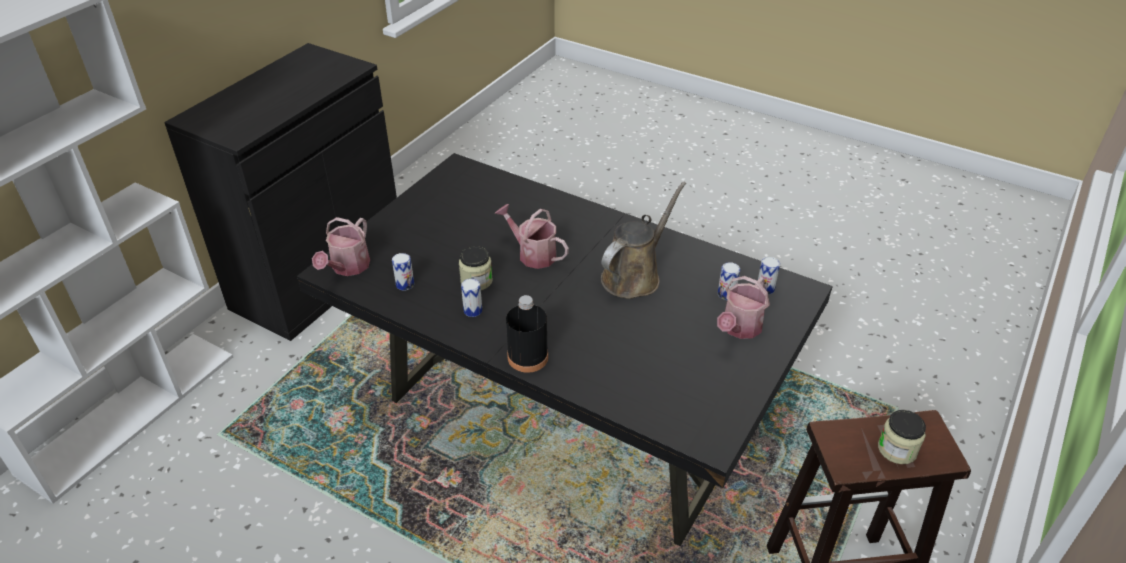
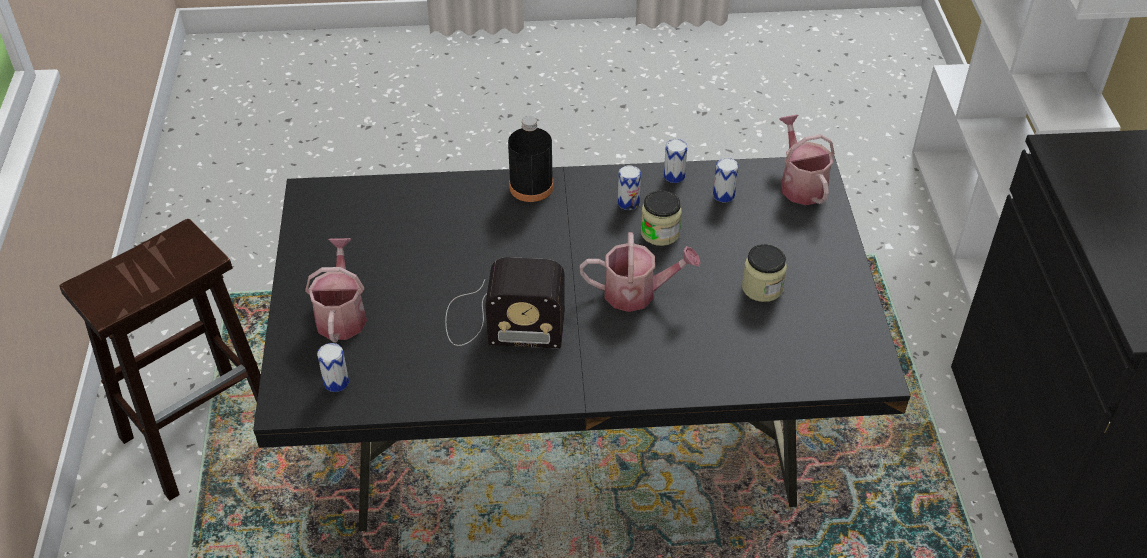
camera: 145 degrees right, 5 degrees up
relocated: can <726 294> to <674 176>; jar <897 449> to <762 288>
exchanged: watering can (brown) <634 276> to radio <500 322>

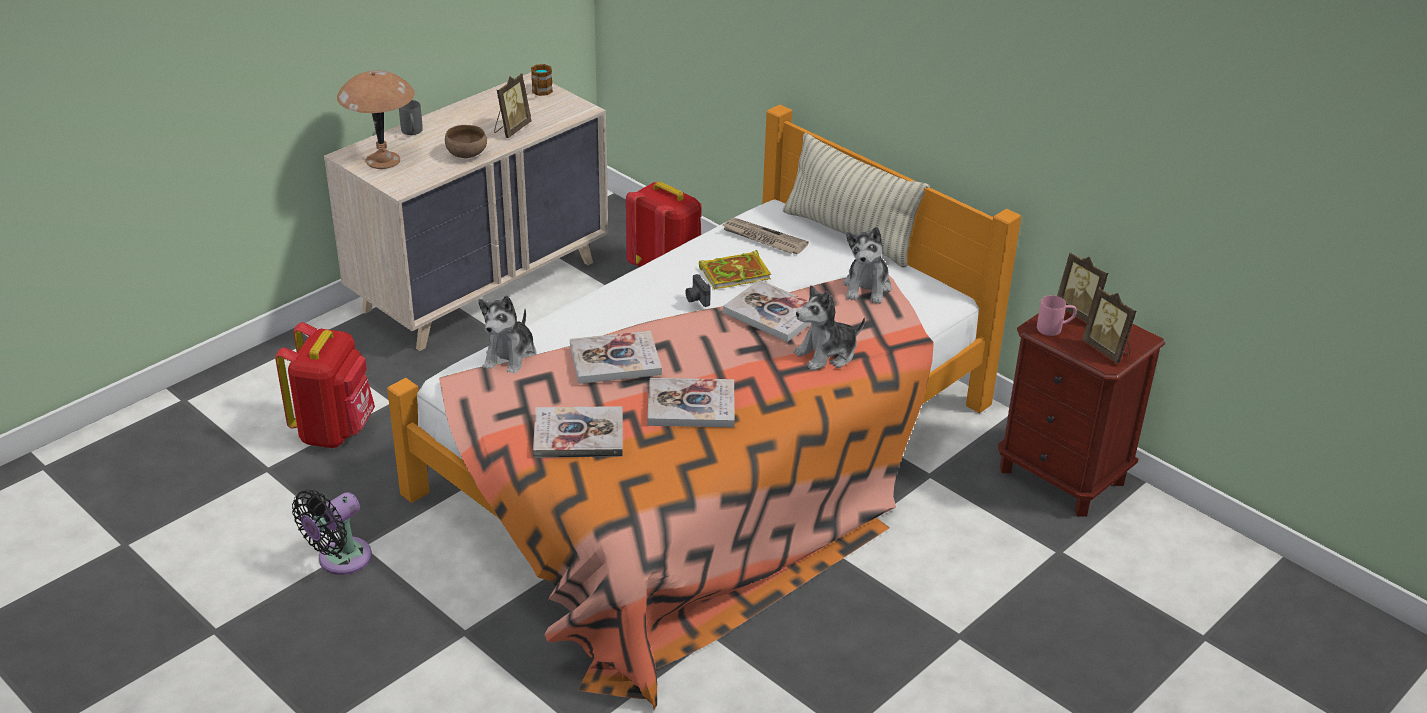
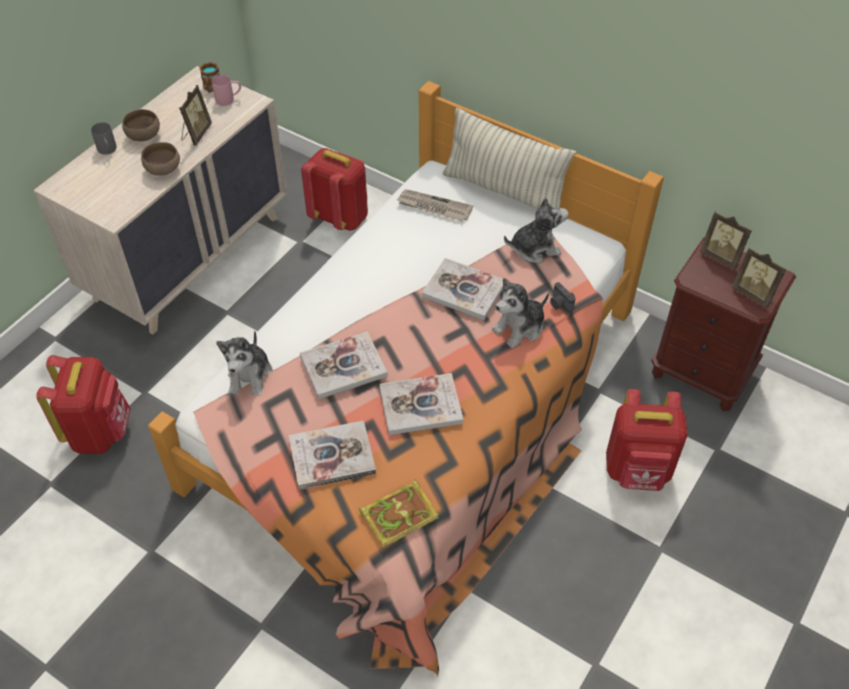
camera: 10 degrees left, 15 degrees up
missing: fan (black) <340 560>; table lamp (brown) <383 160>
appeared: bowl (brown) <143 135>; backpack (red) <638 471>
relocated: photo camera <696 299> to <559 304>; book <736 273> to <400 514>; mug (pink) <1054 329> to <229 99>
spun: plush toy <867 287> = <534 248> 105 degrees counterclockwise

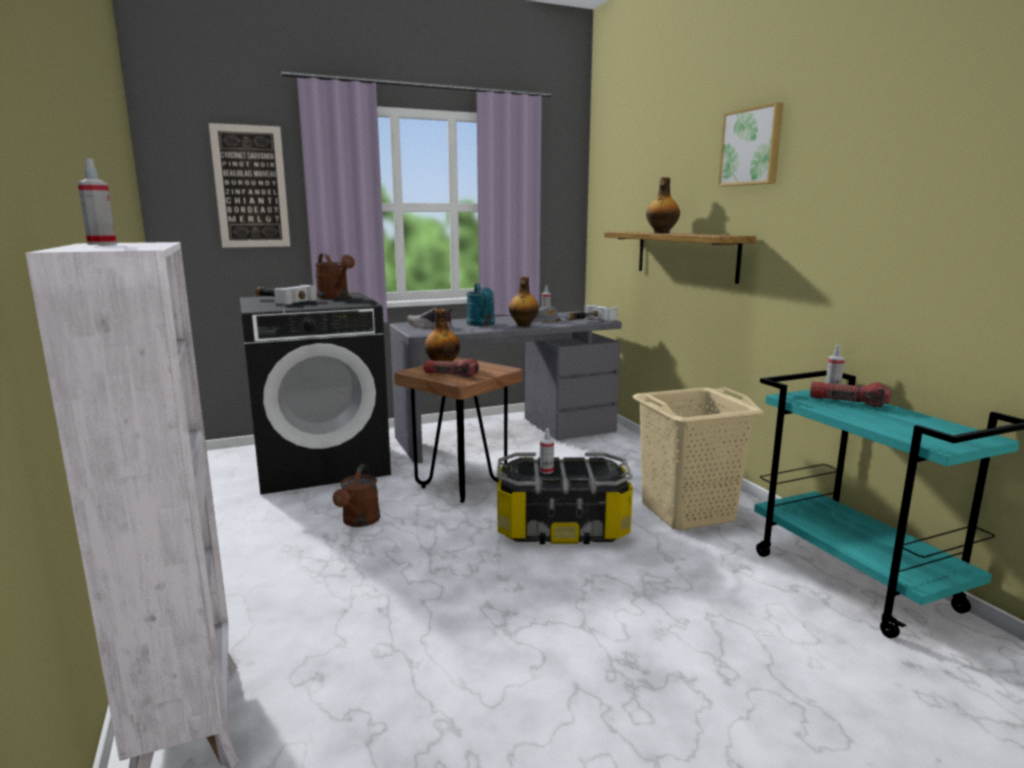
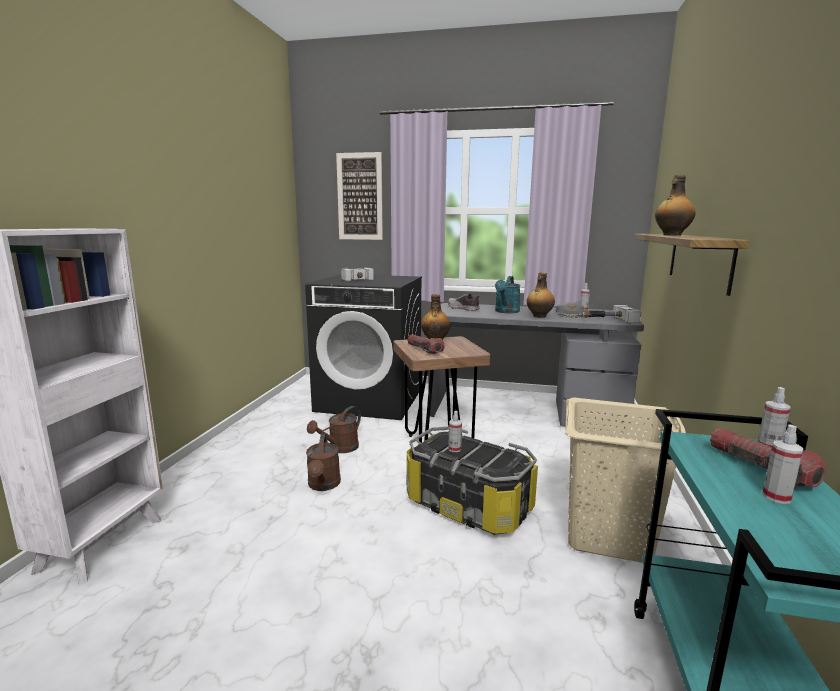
camera: 35 degrees right, 0 degrees up
missing: picture <752 147>
relocated: spray bottle <102 244> to <776 497>; watering can (brown) <336 297> to <323 485>

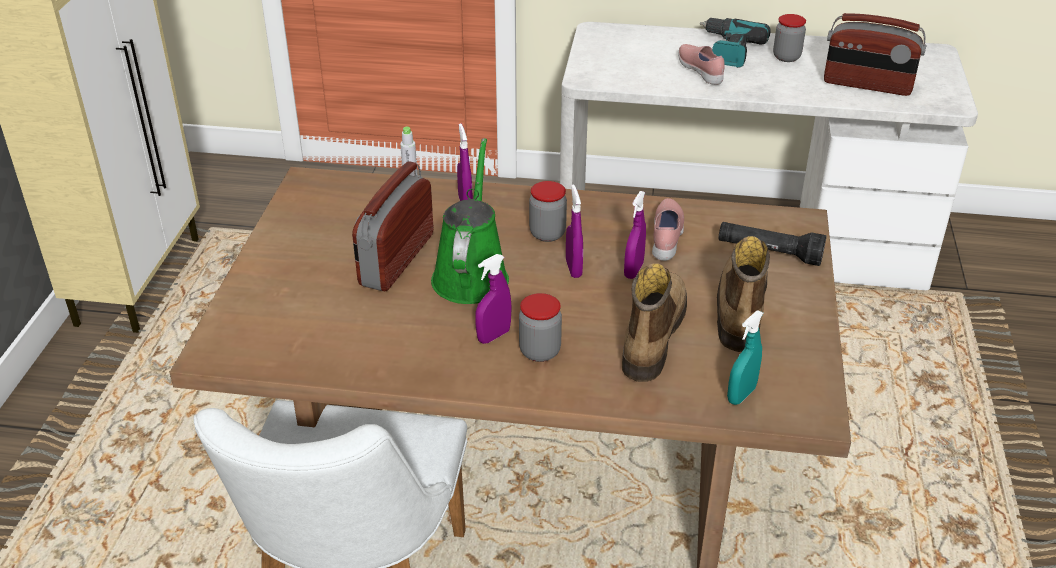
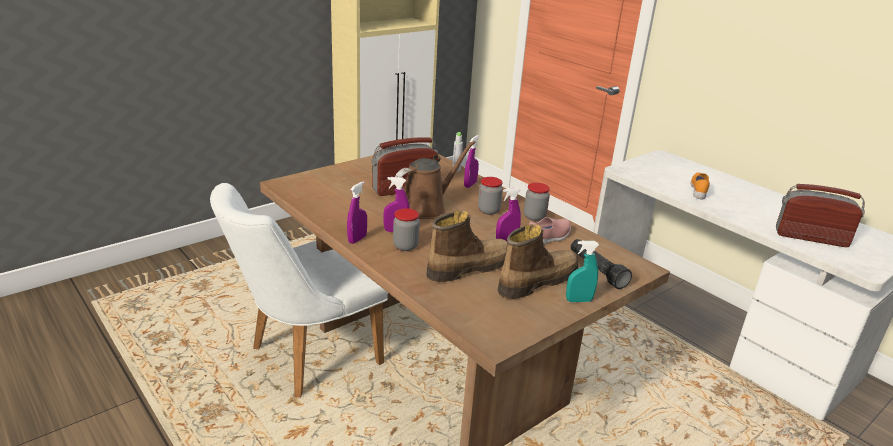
camera: 40 degrees right, 10 degrees down
missing: power drill <728 50>
relocated: spray bottle (purple) <573 269> to <357 239>; spray bottle (turquoise) <741 395> to <578 300>; jar <786 57> to <534 216>
colour: watering can (green) <471 274> to watering can (brown) <426 208>; shoe (pink) <701 72> to shoe (orange) <699 191>
spun: radio <867 85> = <810 237> 135 degrees clockwise

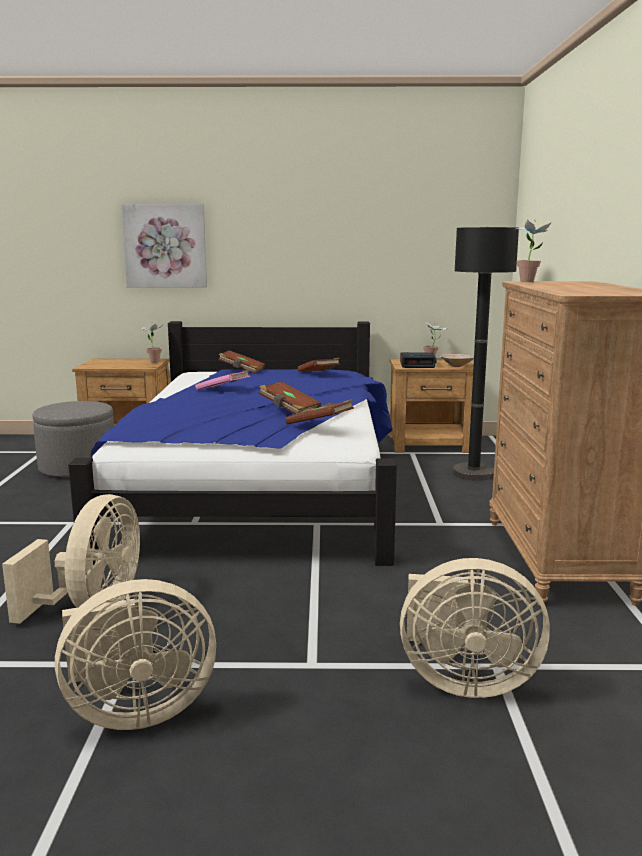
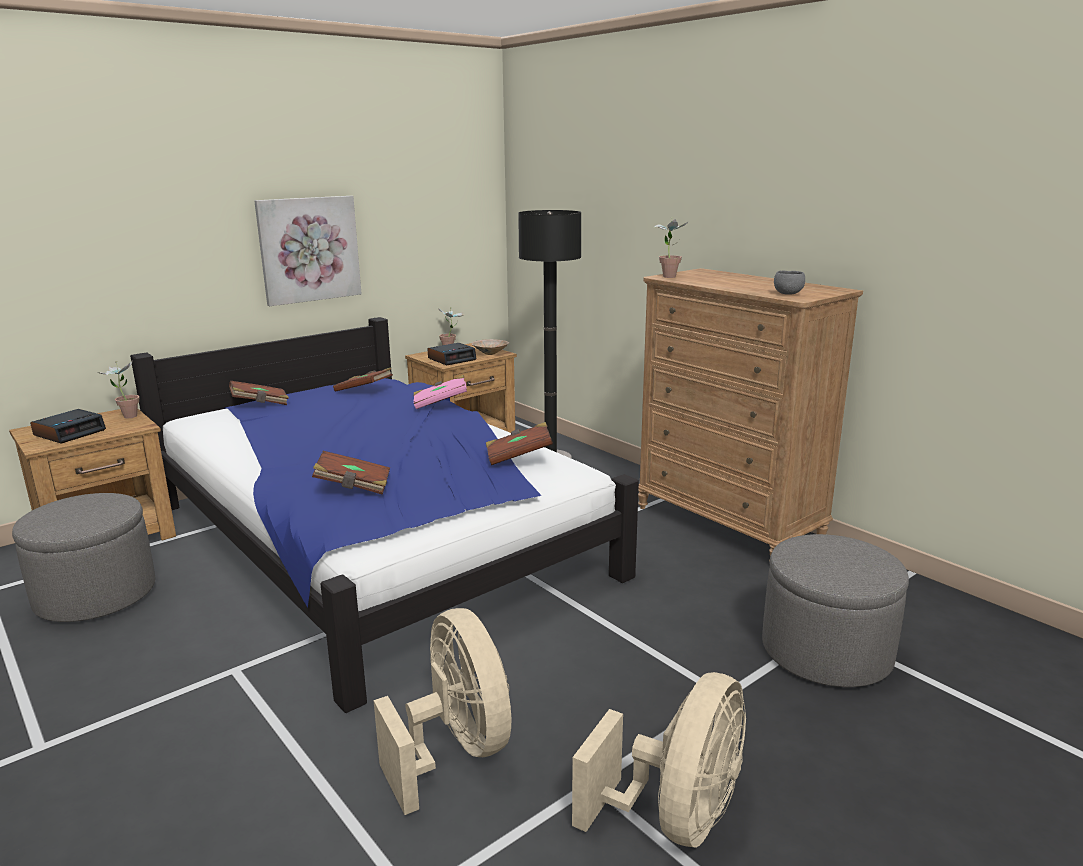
camera: 40 degrees left, 5 degrees up
appeared: alarm clock <70 432>; bowl (grey) <788 294>
relocated: picture <165 246> to <309 249>; book (pink) <223 390> to <440 403>; book (brown) <289 409> to <353 487>
exchanged: fan (beige) <463 680> to ottoman (grey) <826 651>

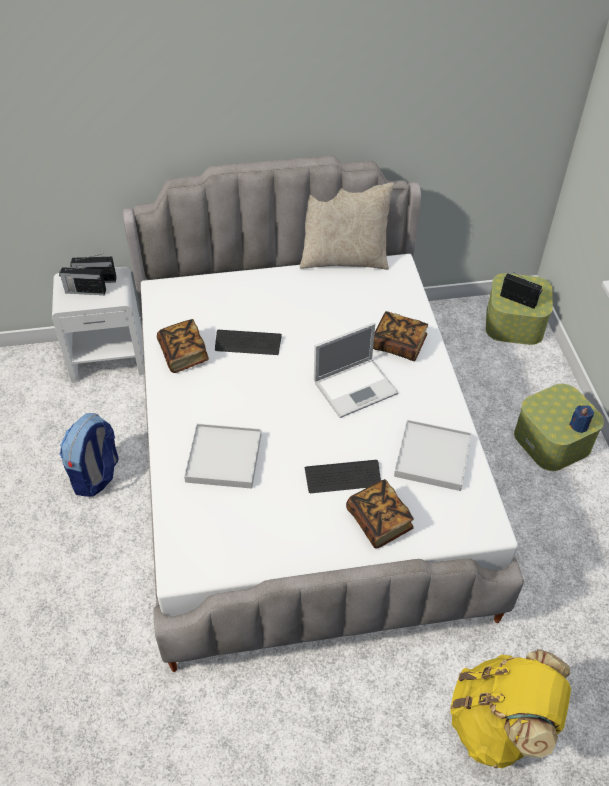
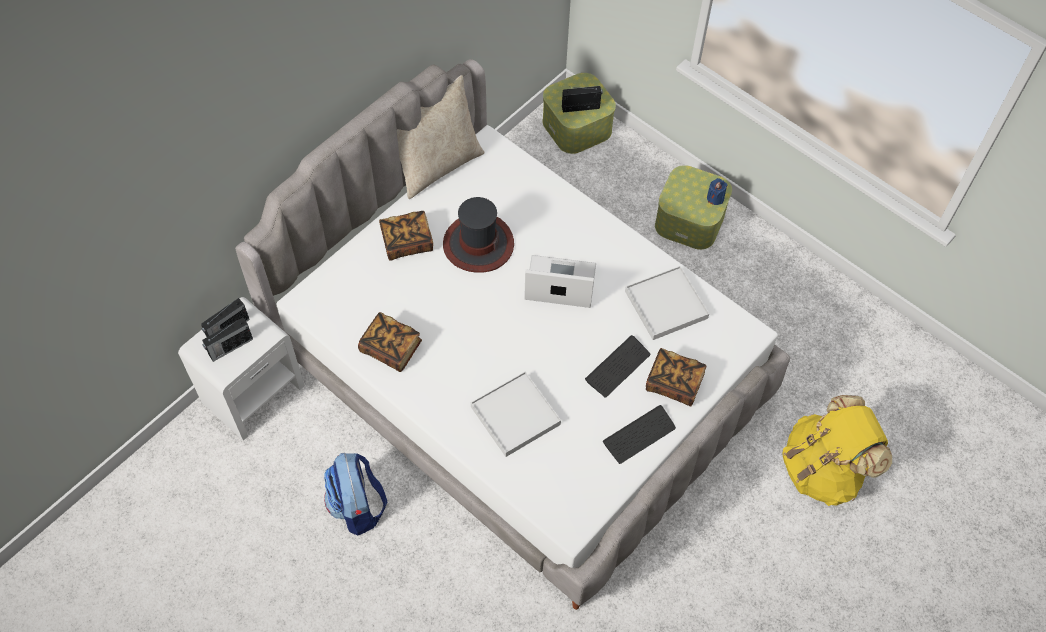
camera: 40 degrees left, 10 degrees up
appeared: hat <478 244>
relocated: keyboard <248 343> to <639 435>; book <399 345> to <407 242>
spun: laptop <356 387> = <558 283> 105 degrees counterclockwise

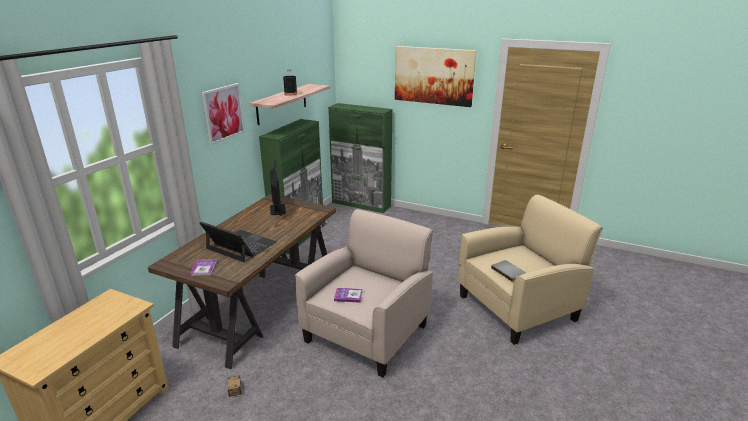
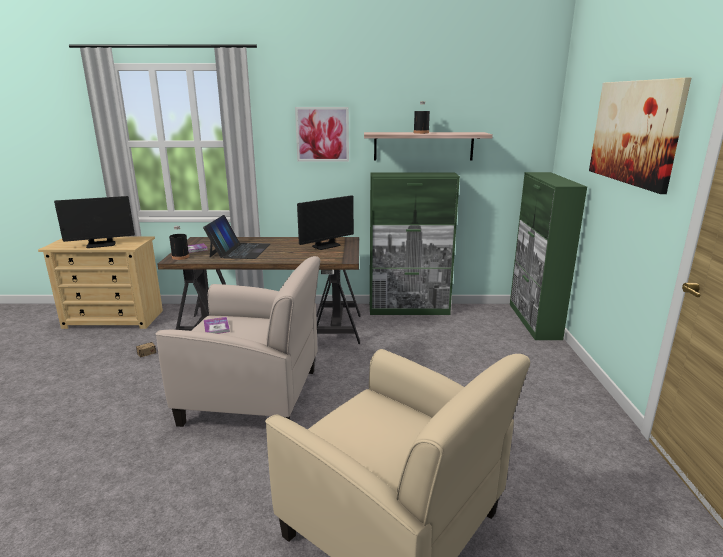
camera: 65 degrees right, 5 degrees down
missing: book (grey) <509 271>
appeared: monitor <101 244>; bottle (black) <180 257>

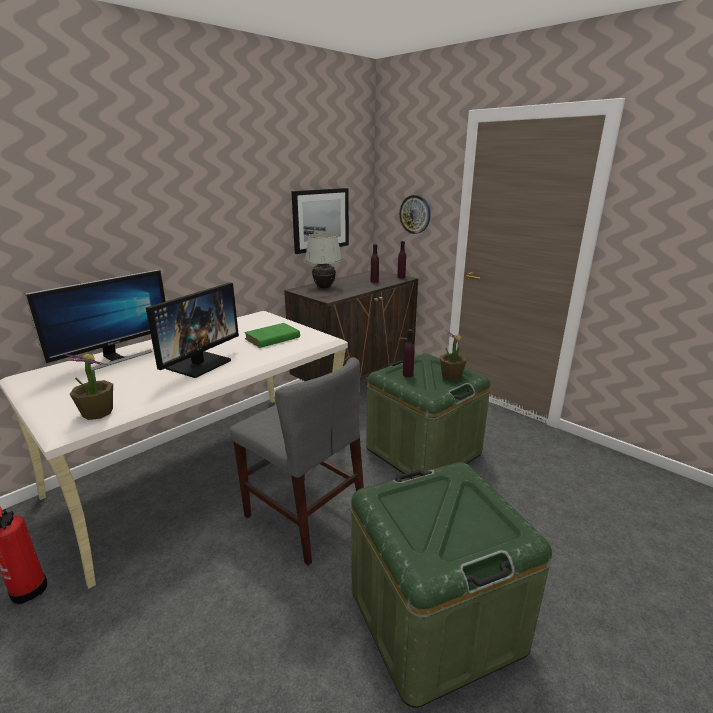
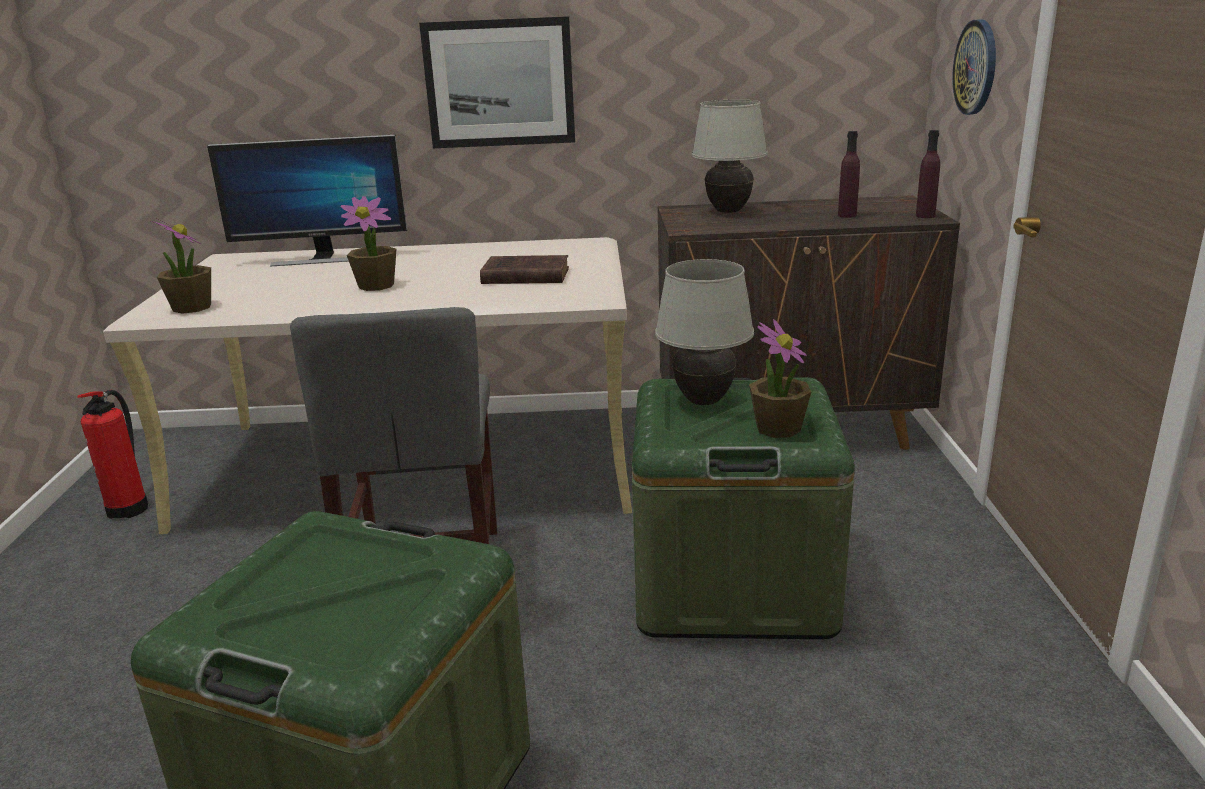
camera: 45 degrees right, 0 degrees up
relocated: picture <320 220> to <499 83>
exchanged: monitor <199 364> to potted plant <376 285>; bottle (purple) <407 374> to table lamp (white) <704 401>
colour: book (green) <271 339> to book (brown) <523 276>

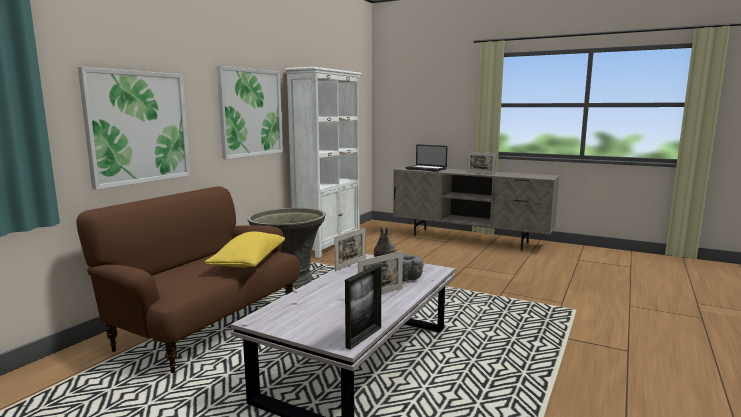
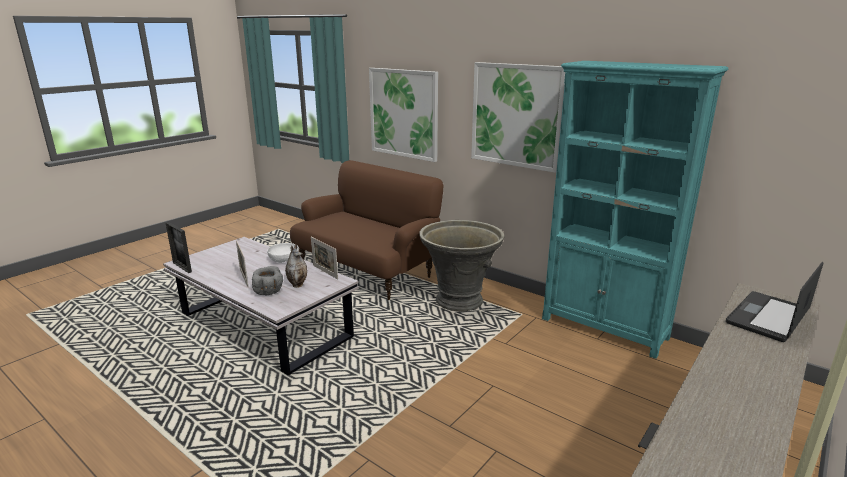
camera: 100 degrees right, 10 degrees up
missing: pillow (yellow) <249 262>; picture frame <480 173>
appeared: bowl (white) <284 260>
colour: bookcase (white) <328 245> to bookcase (turquoise) <604 328>

